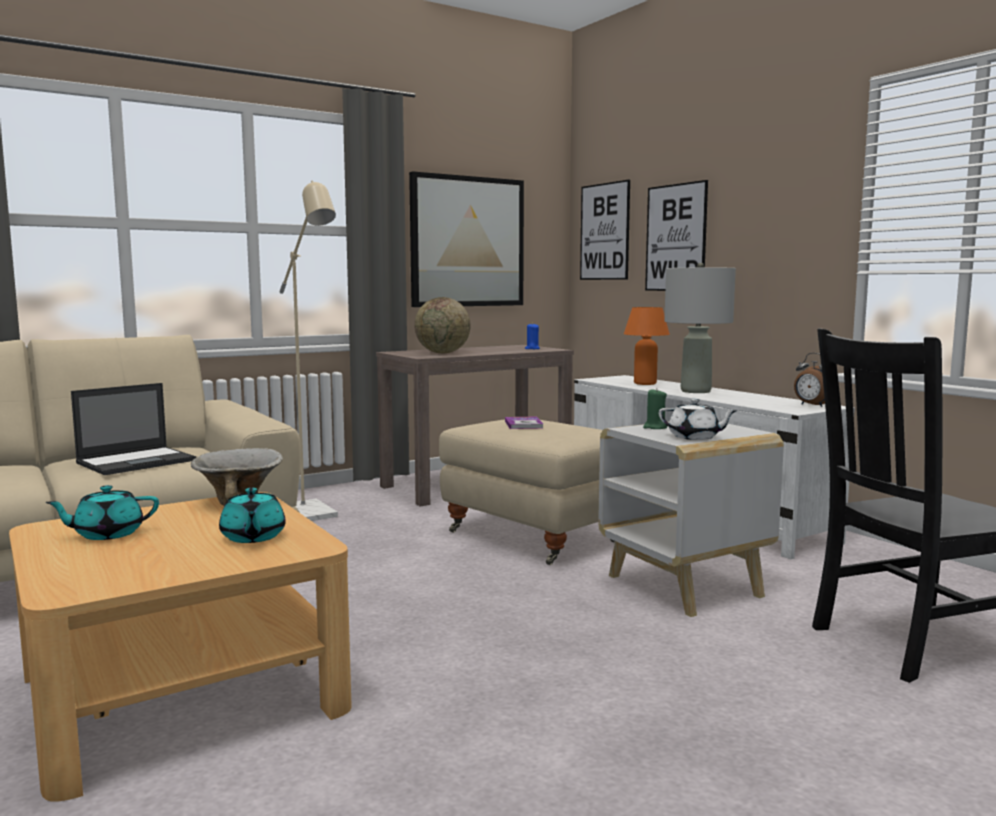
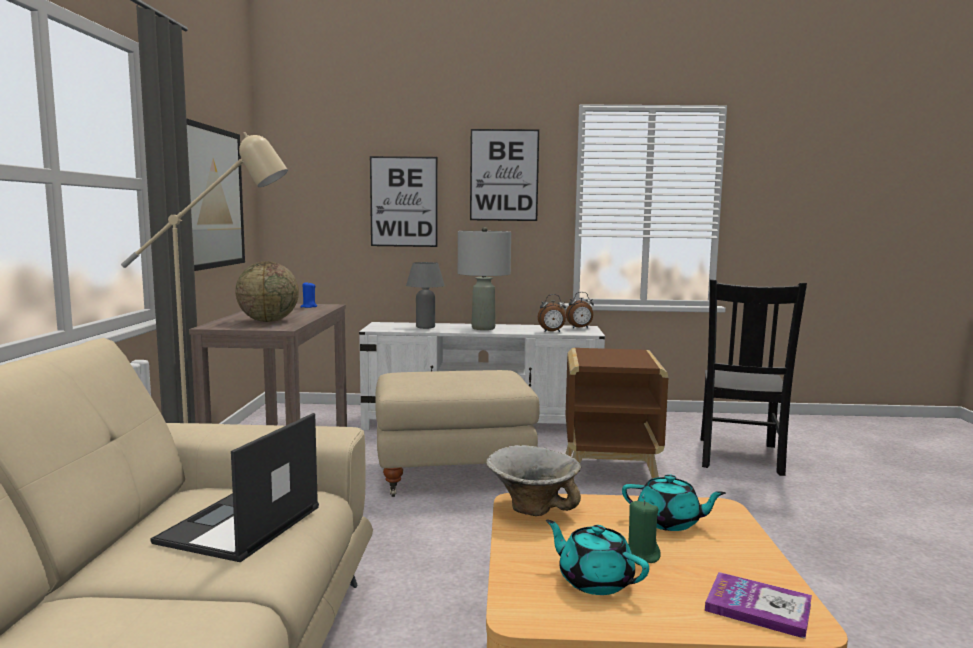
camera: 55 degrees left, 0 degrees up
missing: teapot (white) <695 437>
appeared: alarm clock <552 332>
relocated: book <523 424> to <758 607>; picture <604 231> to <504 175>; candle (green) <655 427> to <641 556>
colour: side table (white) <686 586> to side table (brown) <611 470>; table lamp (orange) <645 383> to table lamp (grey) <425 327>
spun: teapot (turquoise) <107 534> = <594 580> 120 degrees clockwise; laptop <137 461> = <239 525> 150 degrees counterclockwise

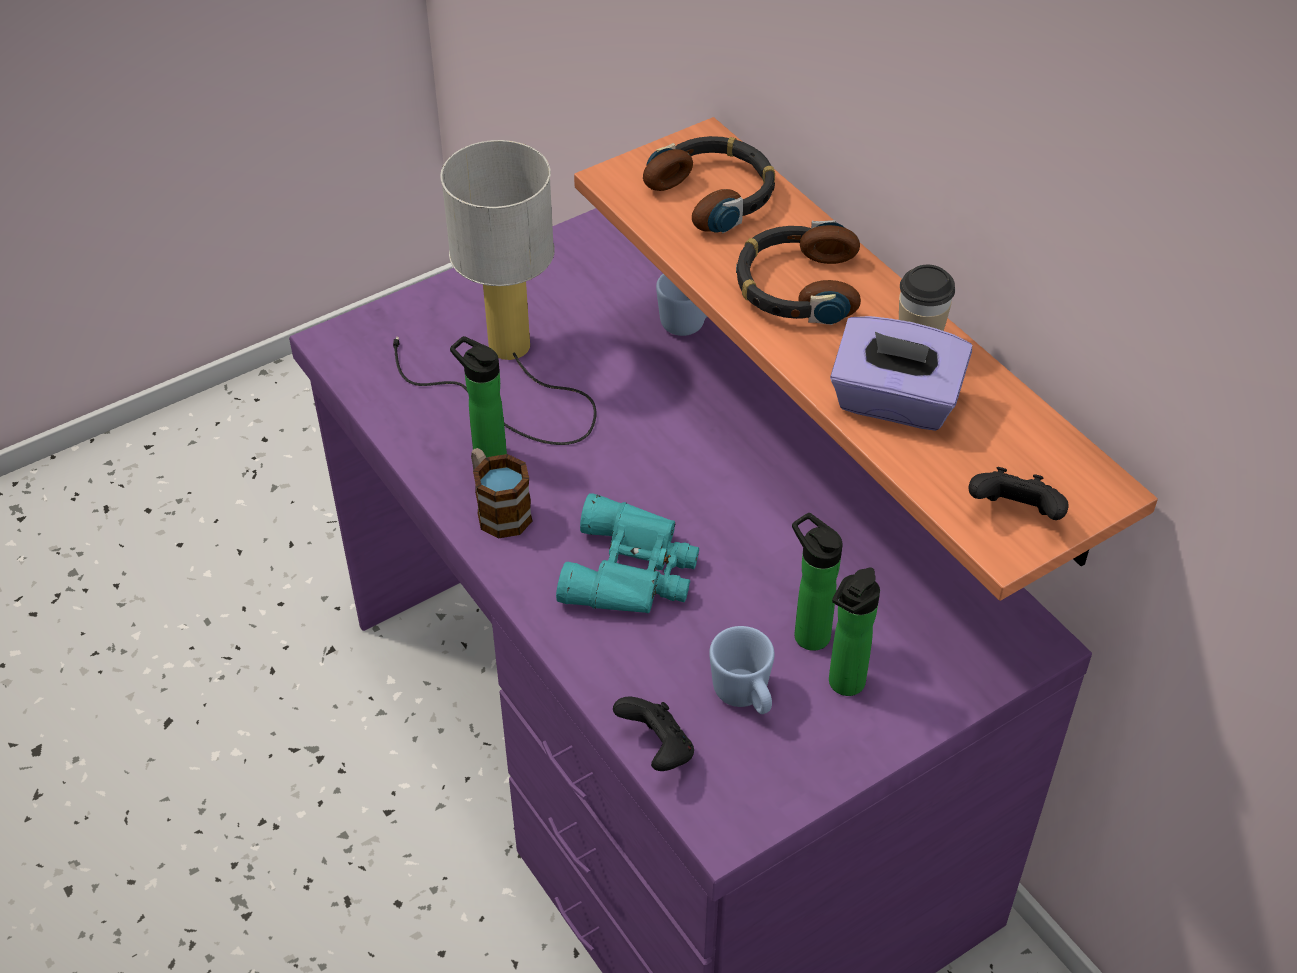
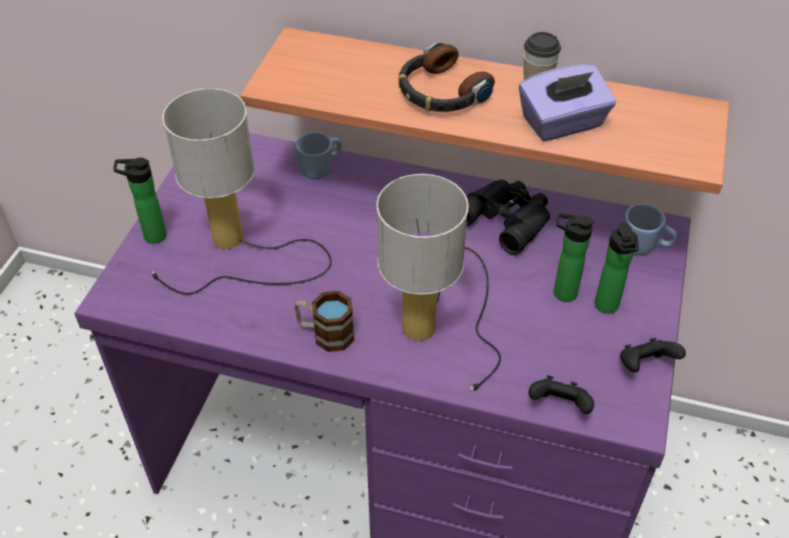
camera: 40 degrees left, 0 degrees up
missing: headphones <714 194>
appeared: binoculars (black) <507 218>
relocated: bottle <485 453> to <151 236>; mug (blue) <745 697> to <644 247>; game controller (black) <1014 514> to <644 366>
exchanged: binoculars (turquoise) <633 571> to table lamp <438 319>

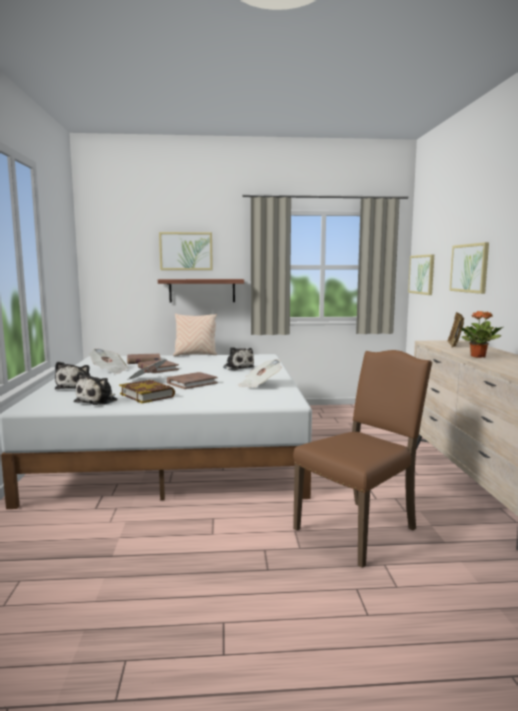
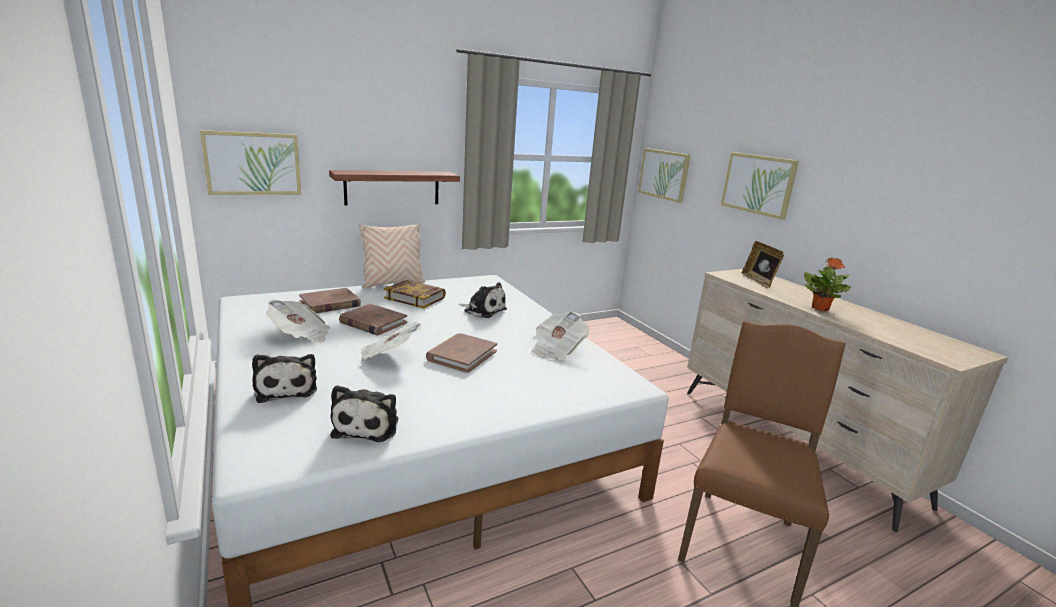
camera: 25 degrees left, 10 degrees up
relocated: book <147 395> to <415 298>; picture <186 251> to <253 163>

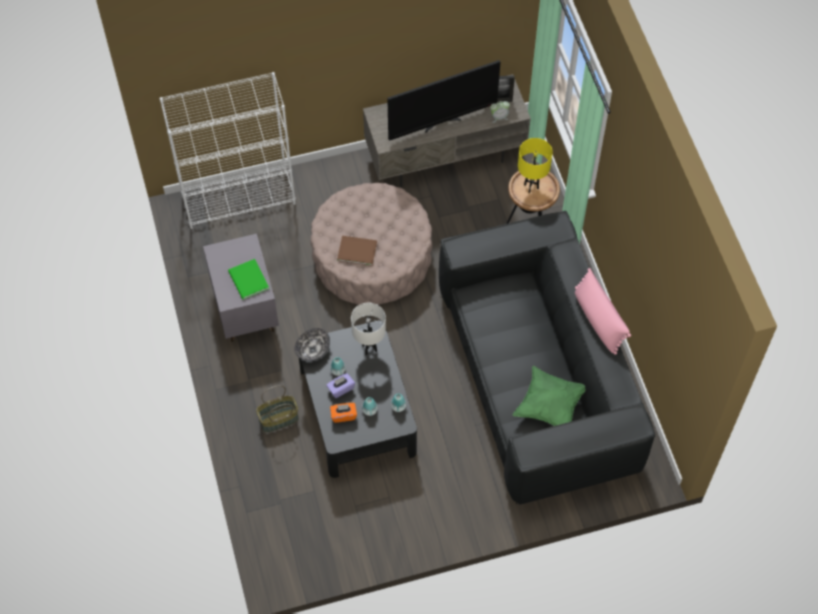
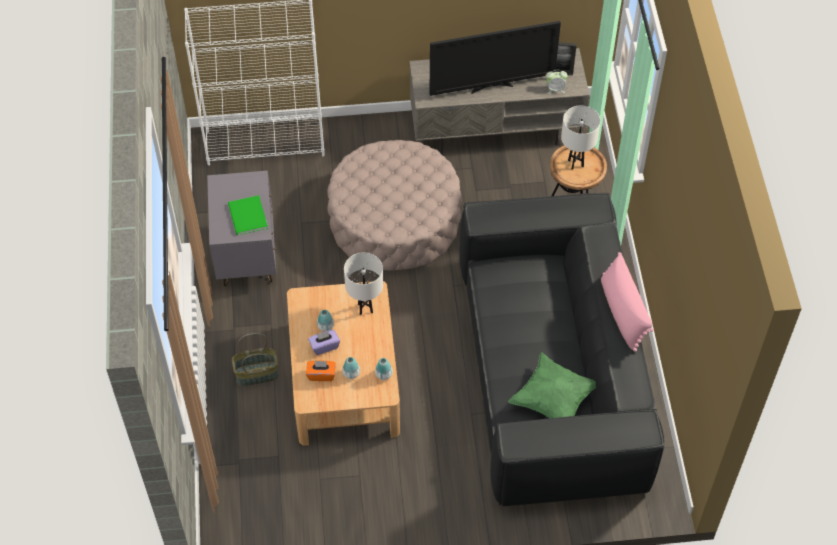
camera: 10 degrees right, 5 degrees down
missing: bowl <312 349>; book (brown) <356 250>
colour: coffee table (black) <358 411> to coffee table (beige) <344 378>; table lamp (yellow) <531 186> to table lamp (white) <576 163>

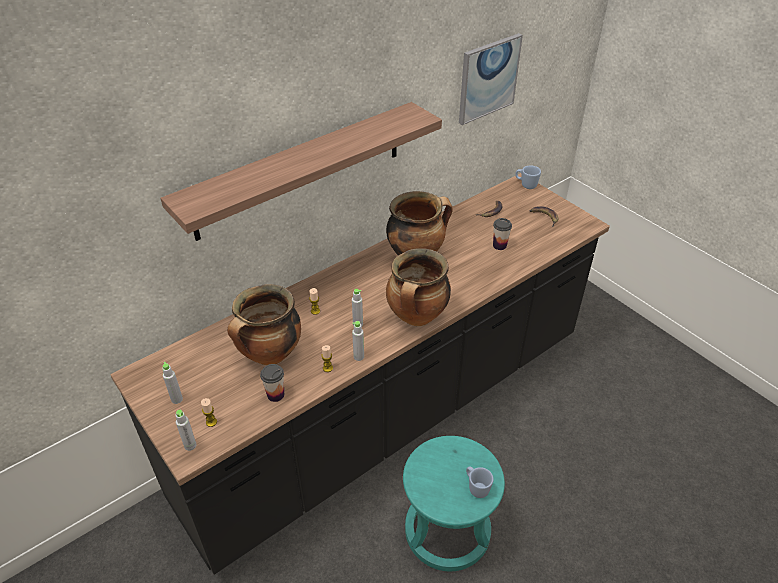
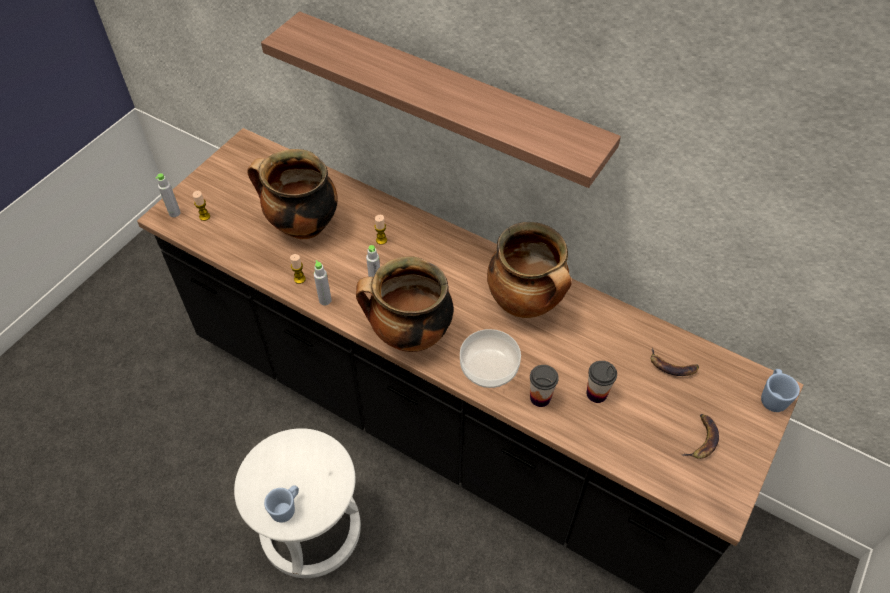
camera: 70 degrees right, 10 degrees up
missing: bottle (grey) <177 399>; picture <488 78>
appeared: bowl <490 368>
relocated: cup <275 395> to <540 398>
colour: stool (turquoise) <447 531> to stool (white) <311 530>

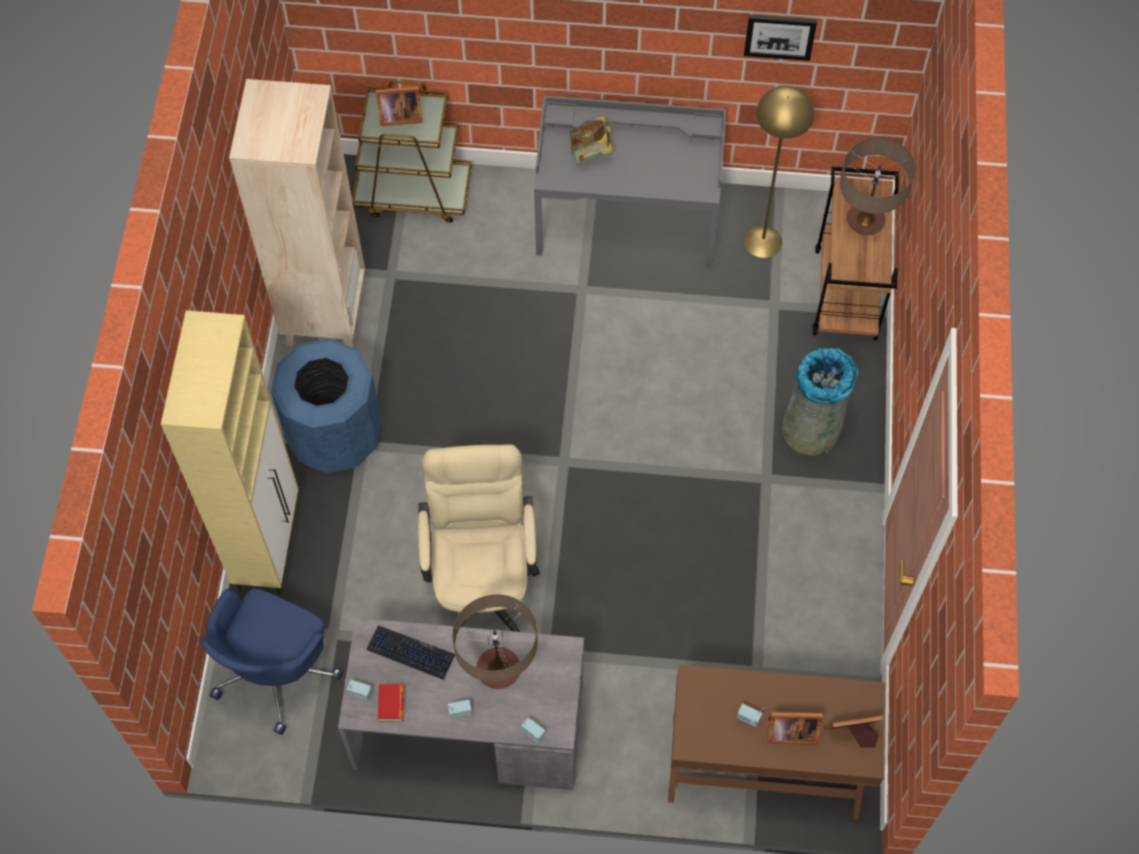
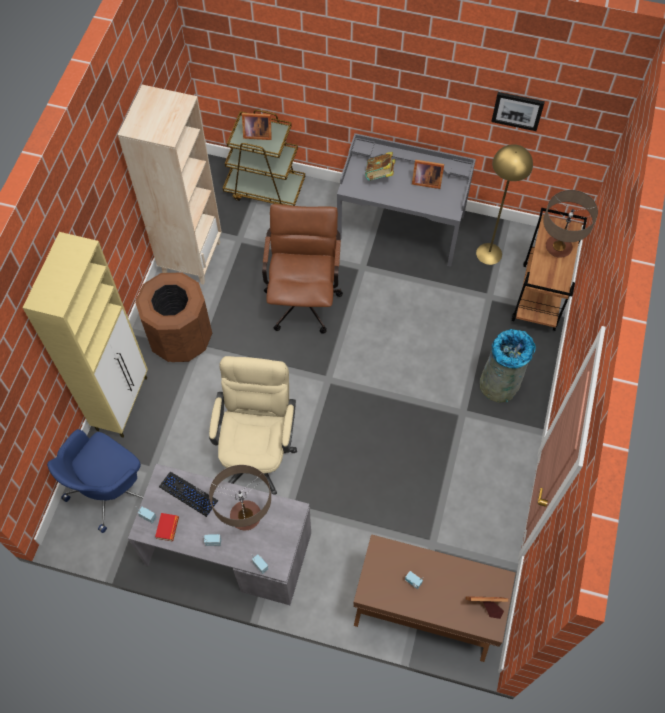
camera: 10 degrees right, 0 degrees up
appeared: office chair (brown) <303 297>
relocated: picture frame <789 732> to <425 181>
colour: trash can (blue) <334 436> to trash can (brown) <180 338>

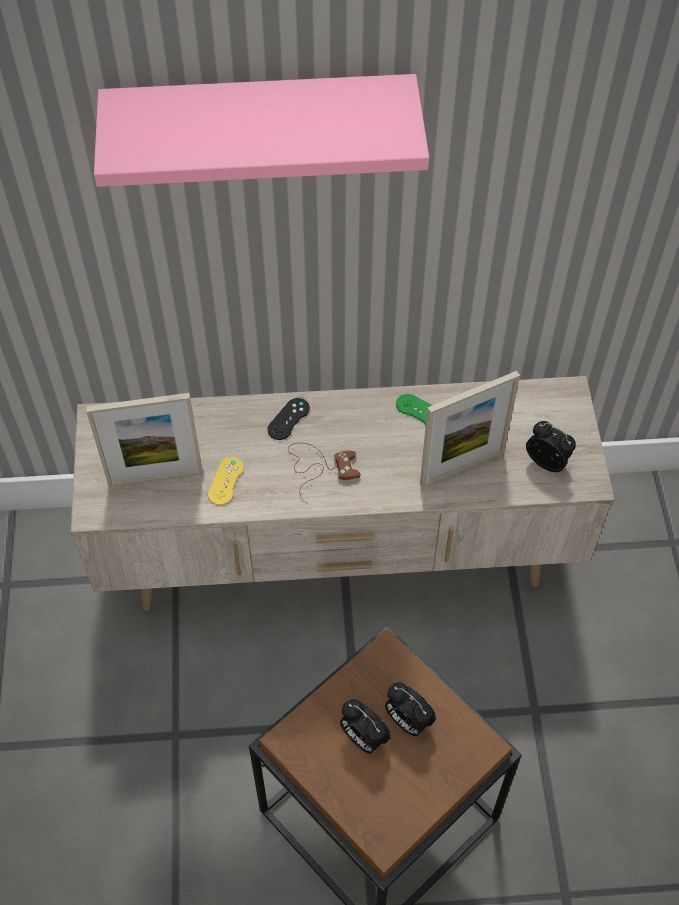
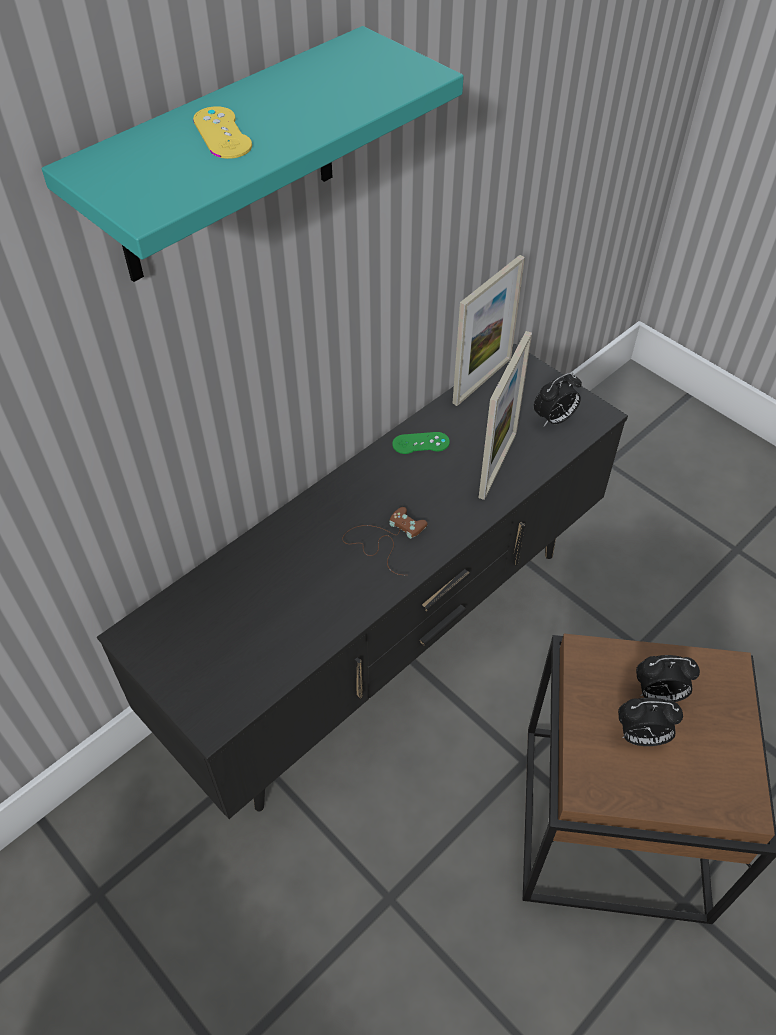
camera: 40 degrees left, 5 degrees down
missing: game controller (black) <288 419>
relocated: picture frame <155 478> to <482 380>; game controller (yellow) <226 481> to <222 133>
colour: tv stand (beige) <339 560> to tv stand (black) <387 644>; shelf (pink) <261 128> to shelf (turquoise) <226 161>
spun: alarm clock <547 462> = <554 419> 150 degrees clockwise

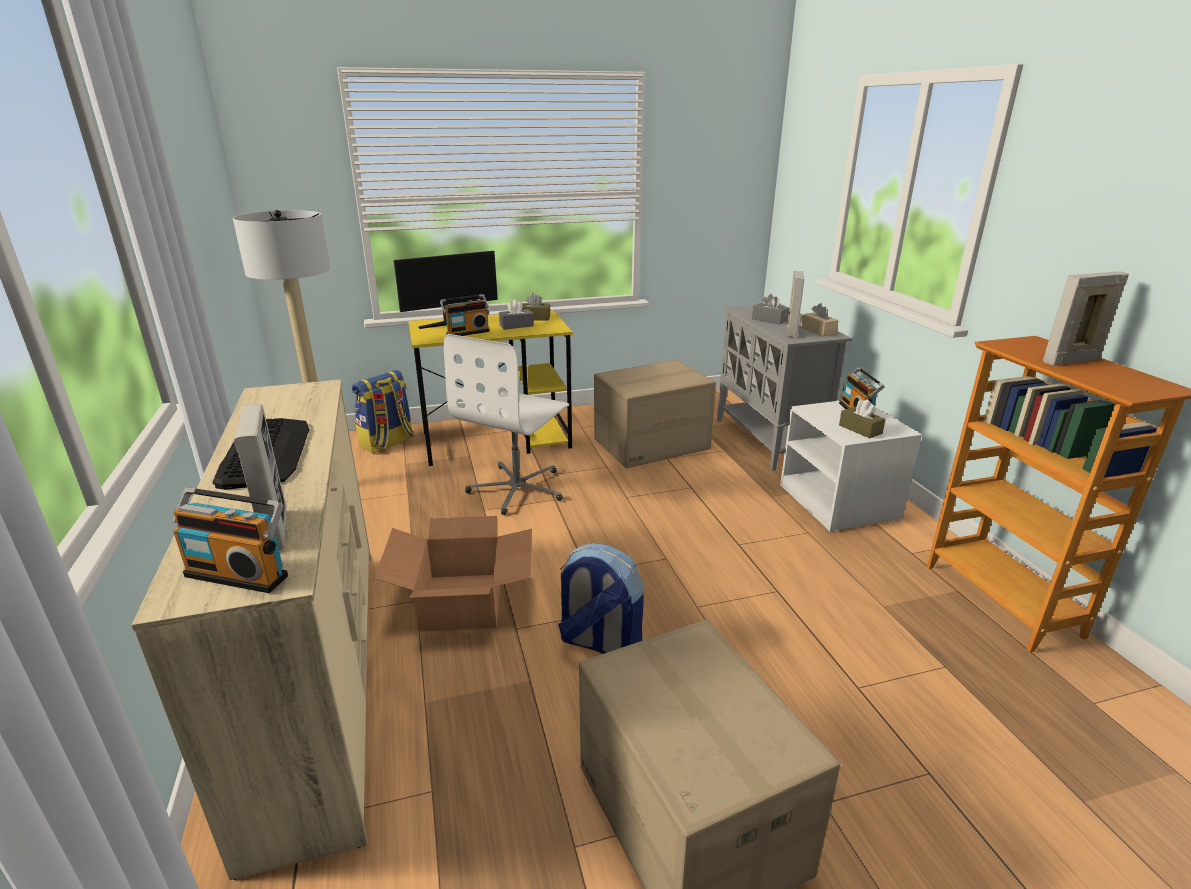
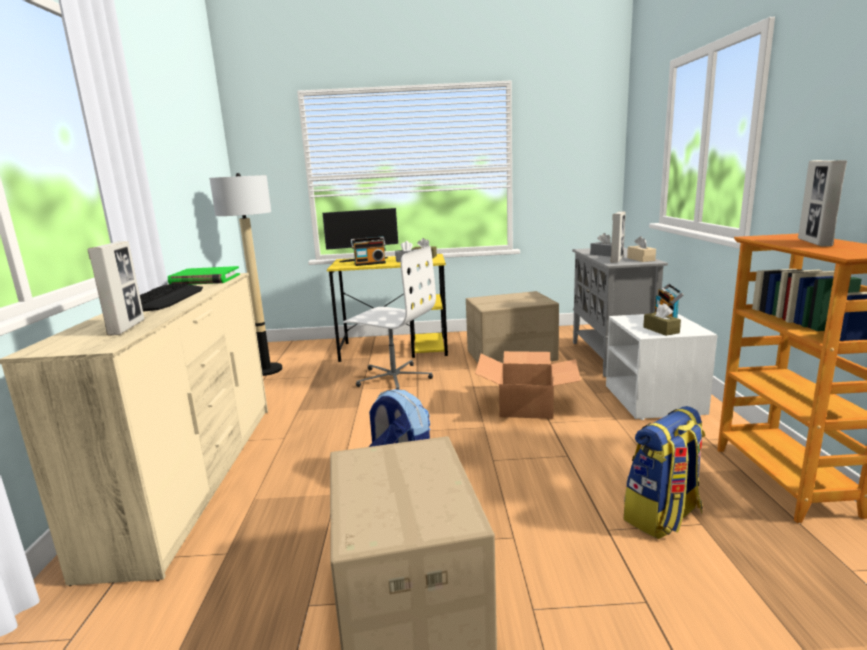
camera: 15 degrees right, 10 degrees down
missing: radio <240 573>
appeared: book (green) <205 280>
relocated: backpack <387 443> to <663 517>; cardboard box <463 601> to <527 405>
spun: office chair (white) <518 489> = <394 378> 105 degrees counterclockwise; picture frame <1070 361> = <814 242> 75 degrees counterclockwise

